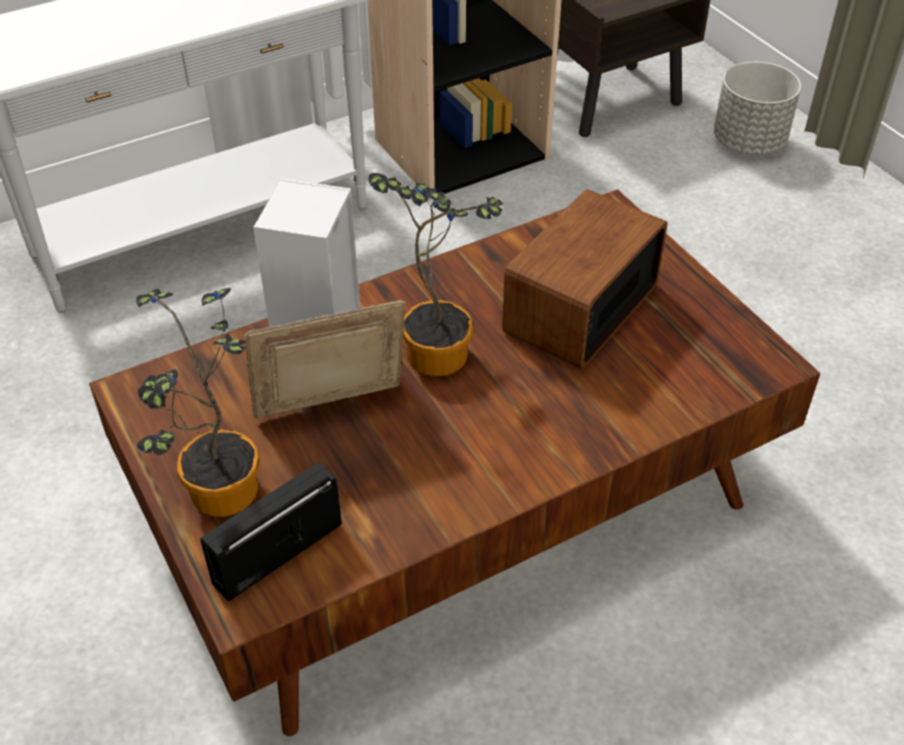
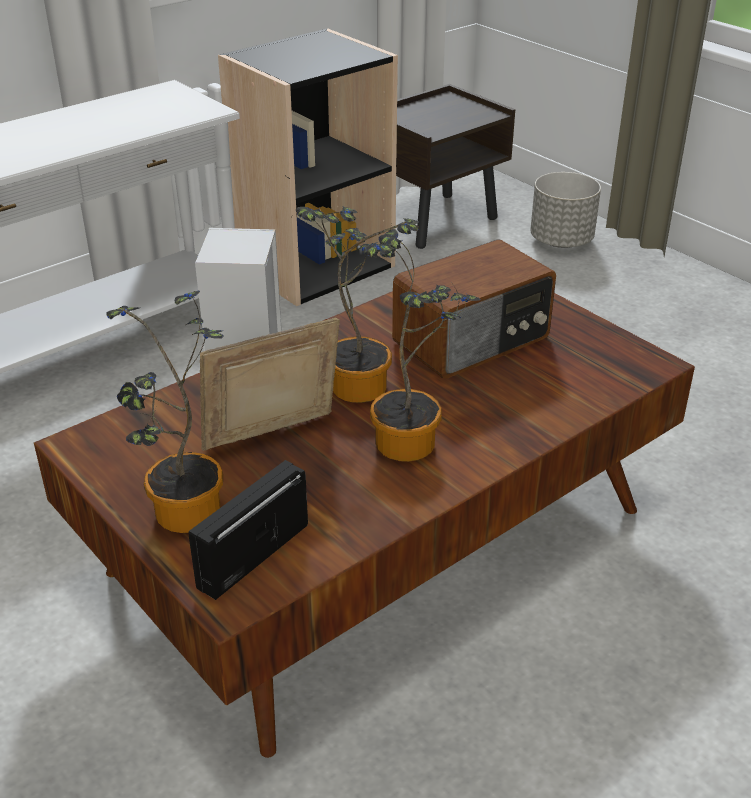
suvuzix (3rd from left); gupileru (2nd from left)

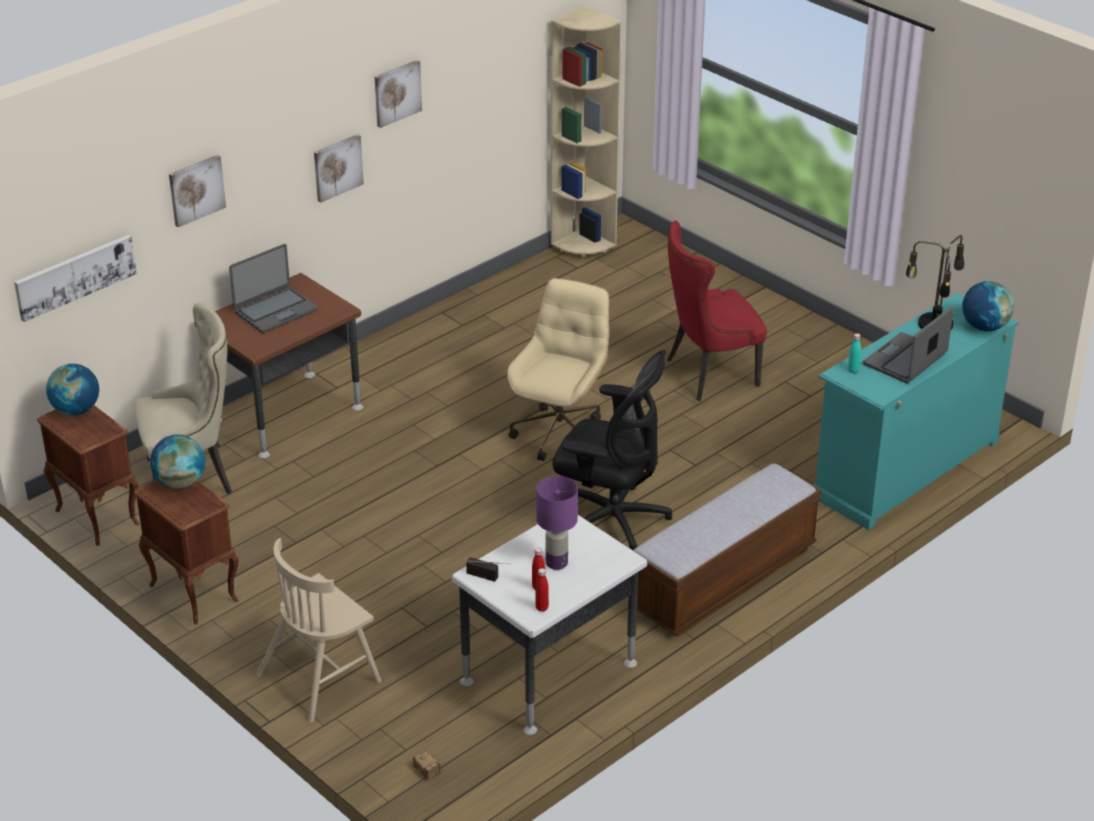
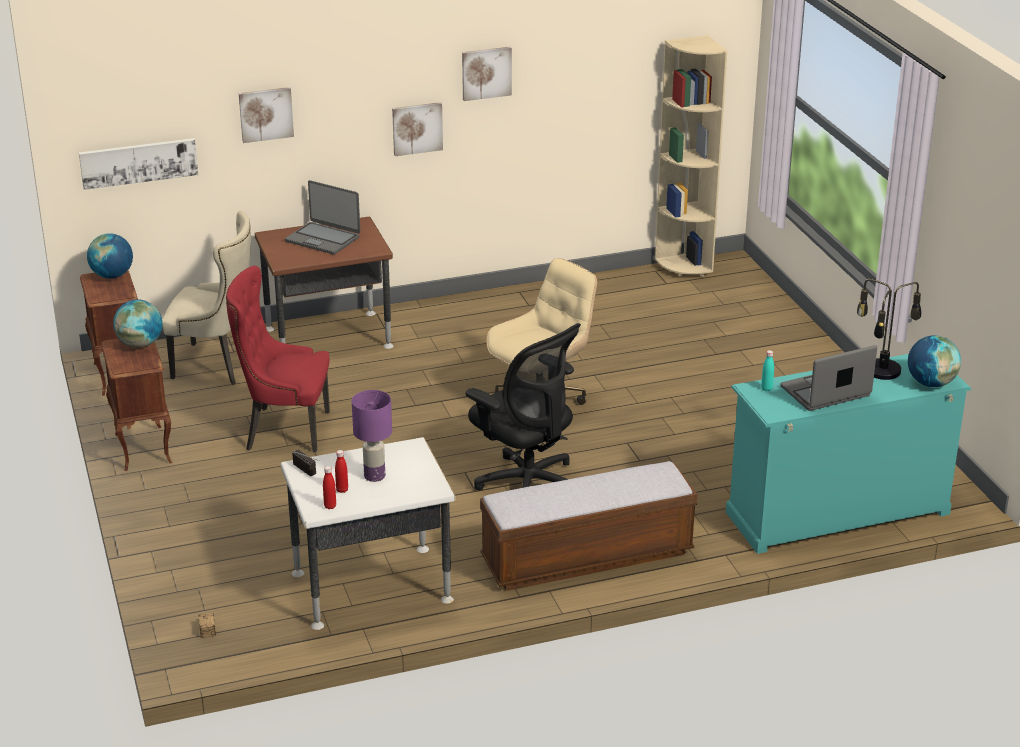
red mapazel; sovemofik (1st from left); beige mapazel (2nd from left in the first image)

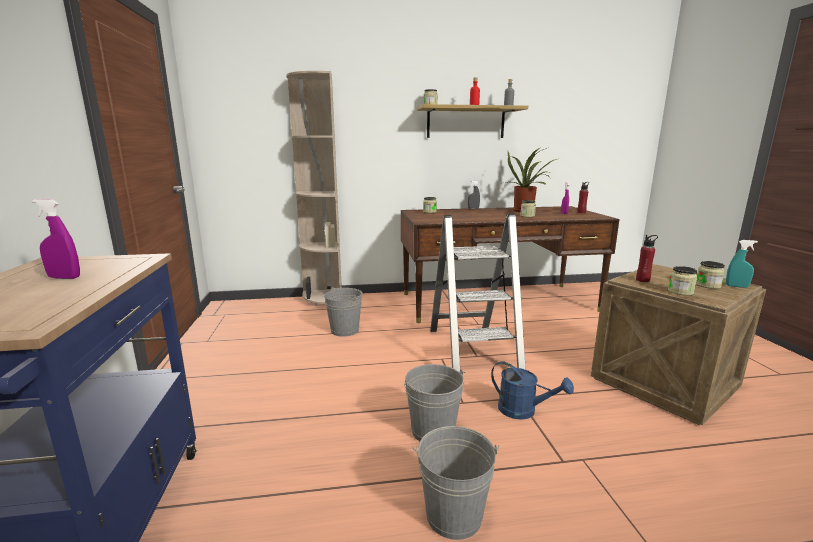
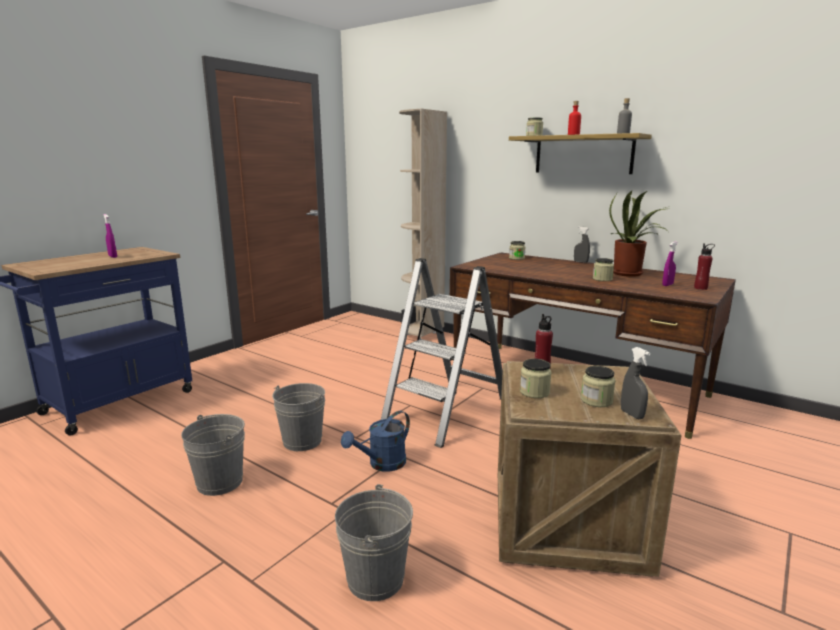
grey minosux (3rd from left); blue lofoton; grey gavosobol (2nd from left)

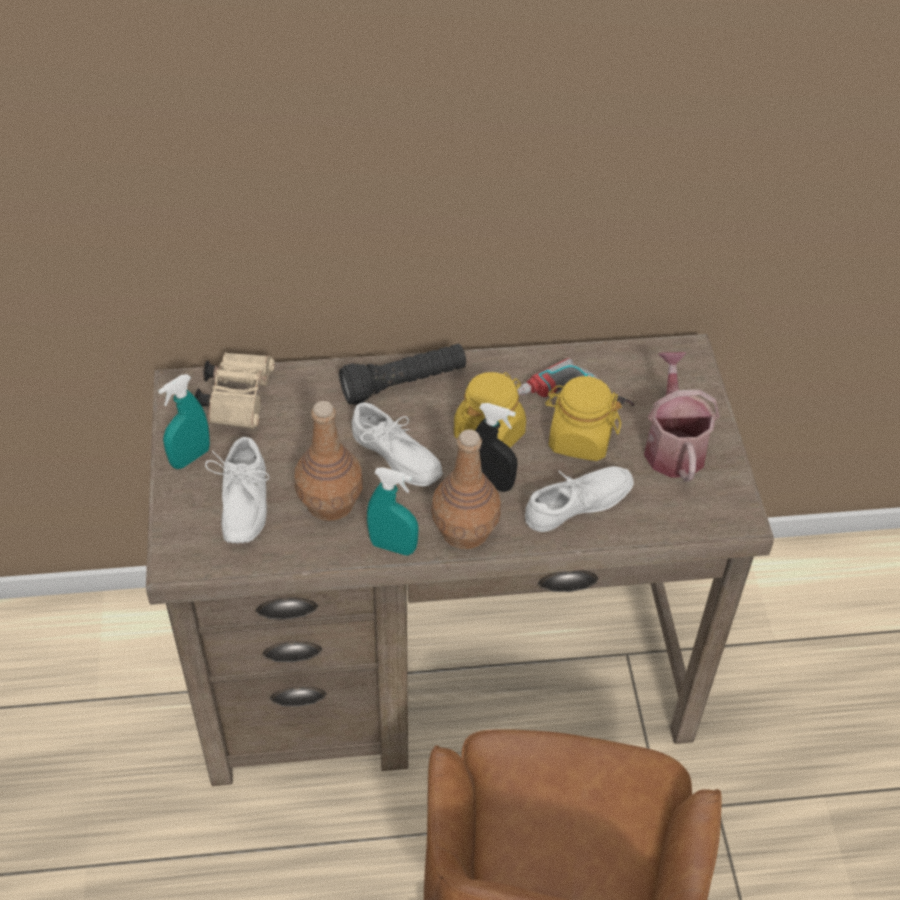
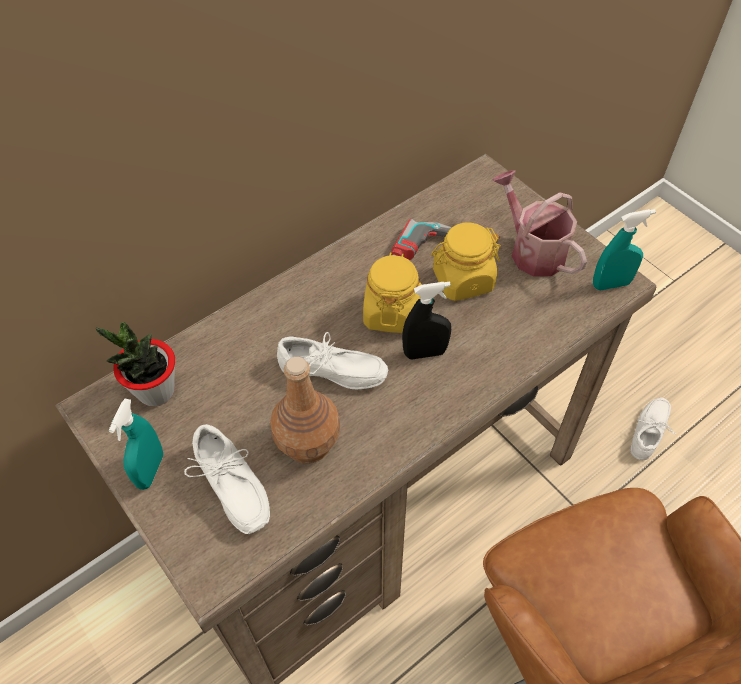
suvuzix; turquoise gavosobol (2nd from left); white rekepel (3rd from left); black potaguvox; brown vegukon (2nd from left in the first image)

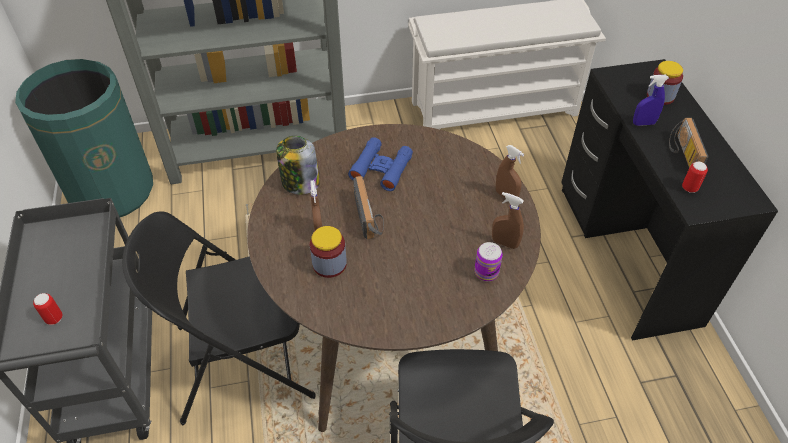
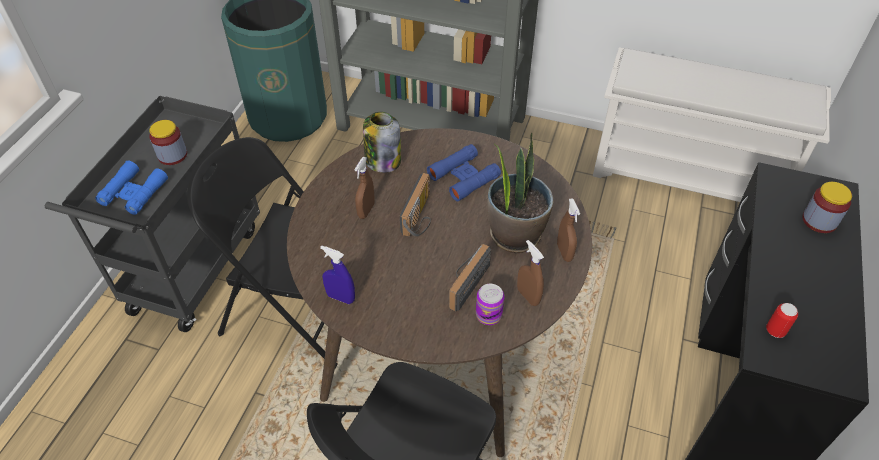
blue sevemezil (1st from left); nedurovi (1st from left); blue gavosobol; gupileru (2nd from left); suvuzix

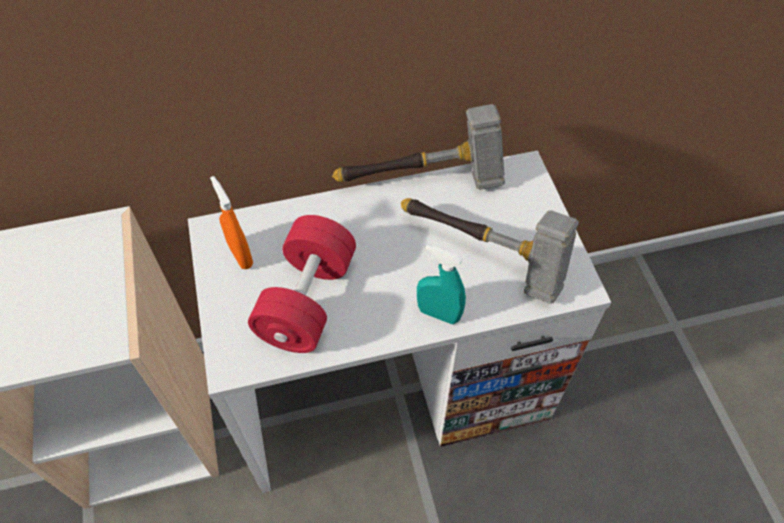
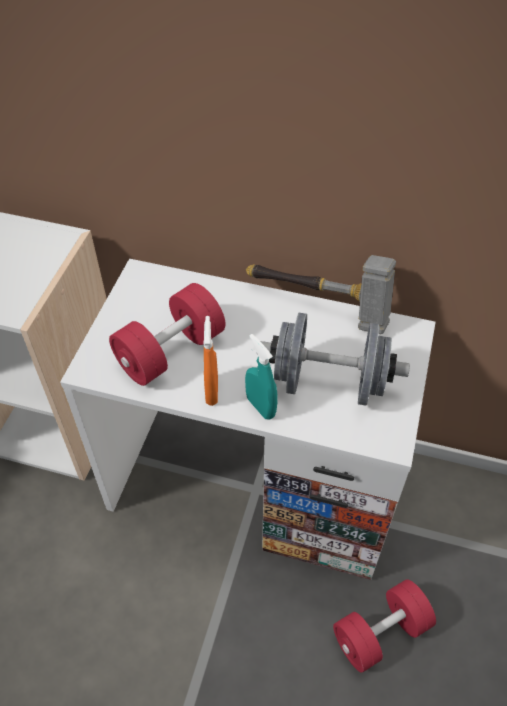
orange gavosobol; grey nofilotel; red nofilotel (2nd from left)

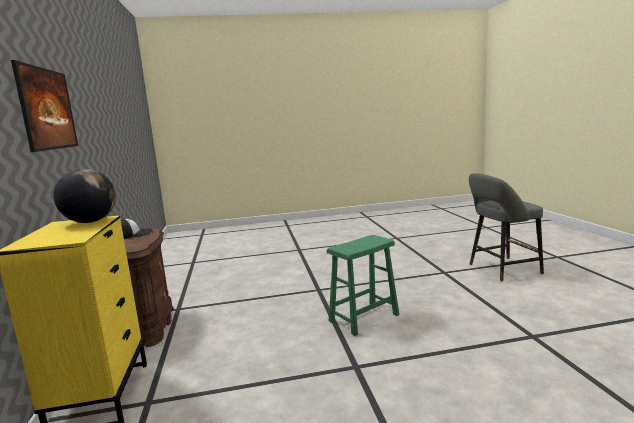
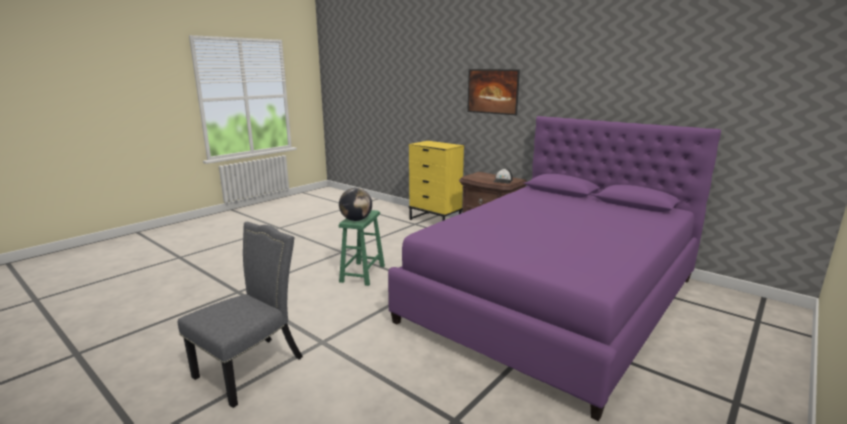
grey mapazel; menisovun; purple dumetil

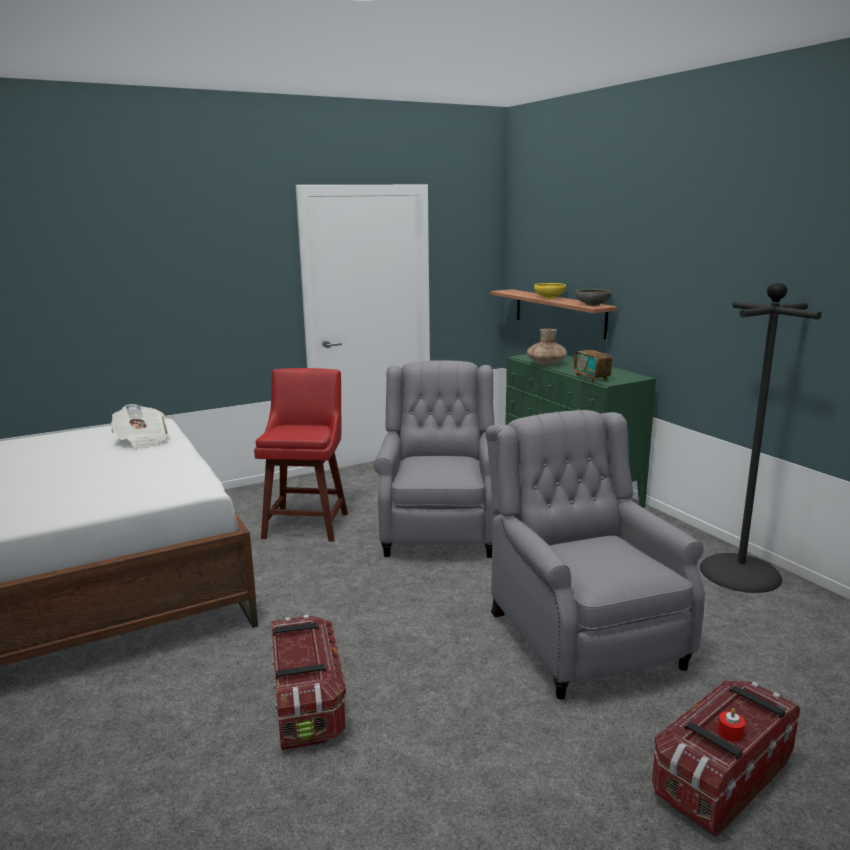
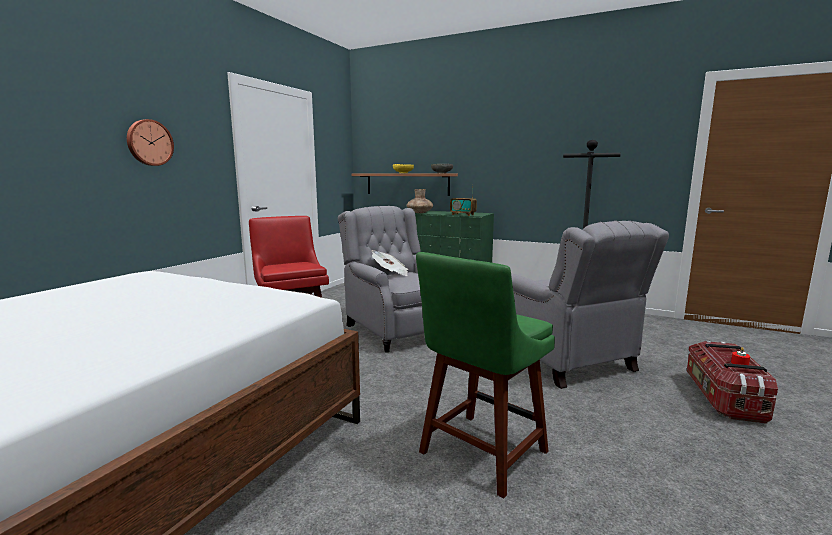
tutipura; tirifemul; green mapazel; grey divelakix (2nd from left)

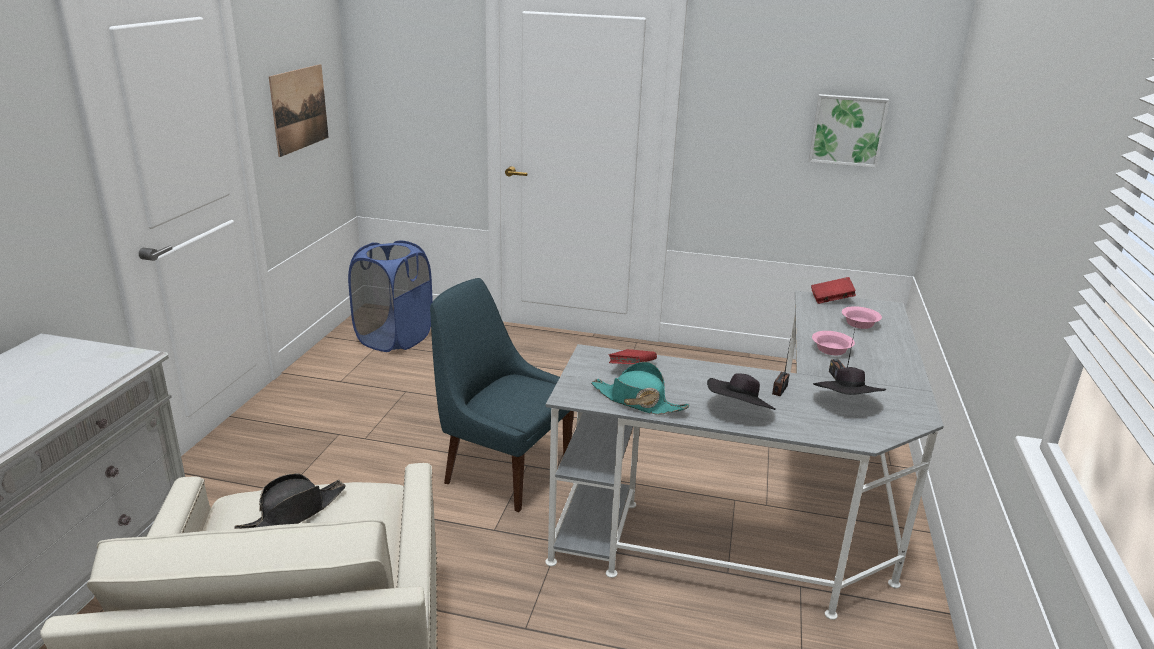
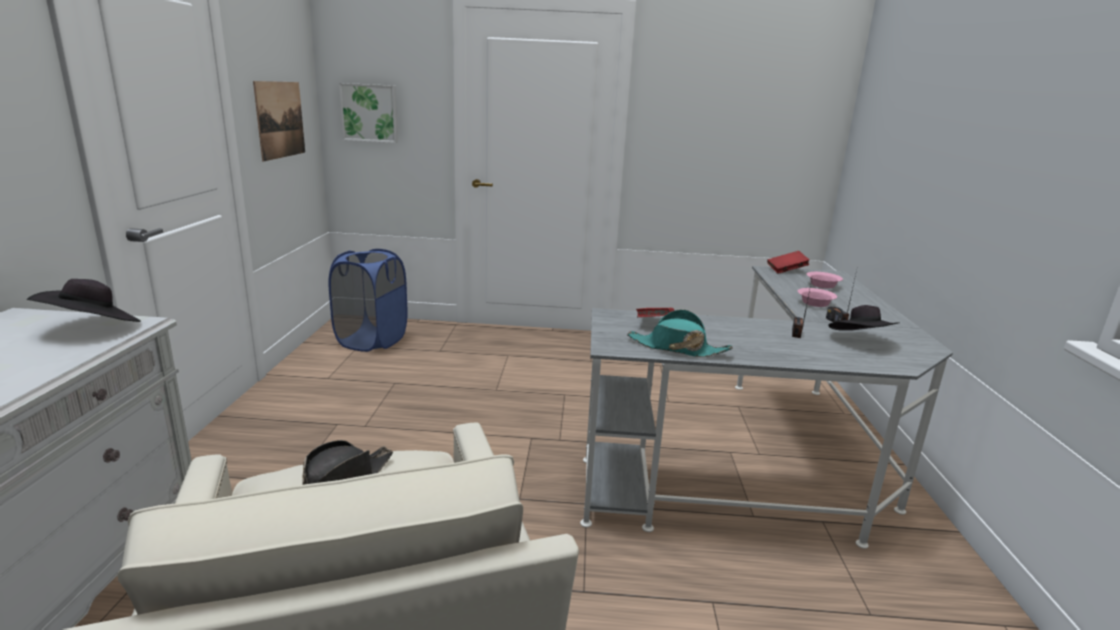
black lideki (1st from left); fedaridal (2nd from left); blue mapazel

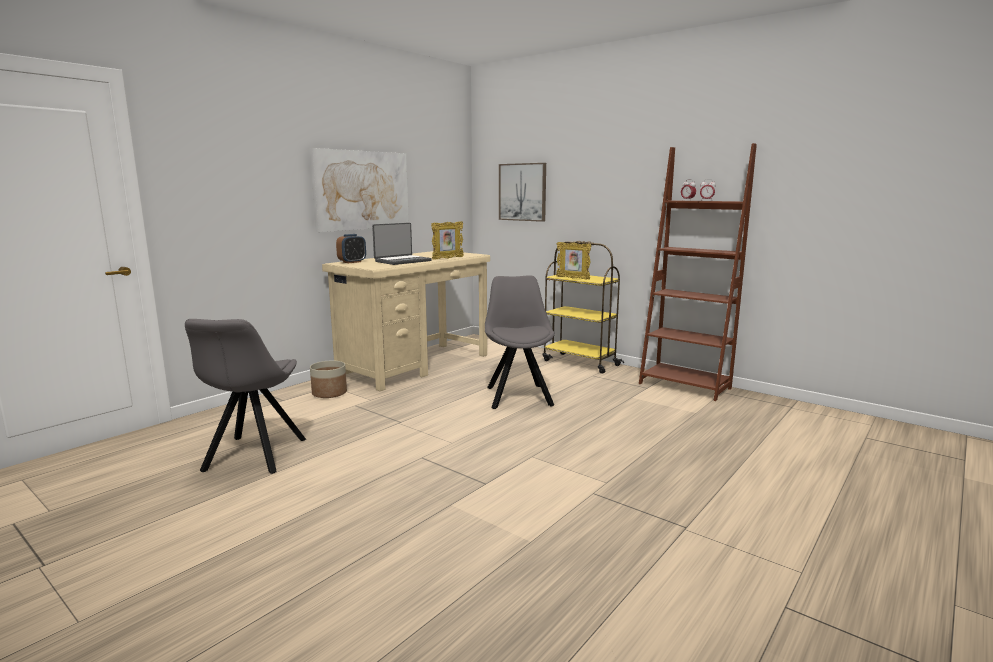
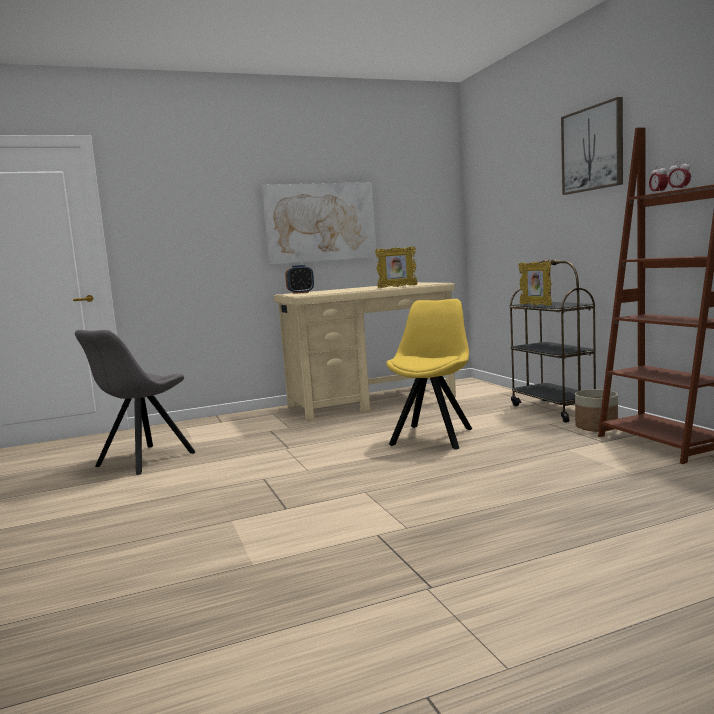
yellow mapazel; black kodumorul; fedaridal (2nd from left); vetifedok; sovemofik

